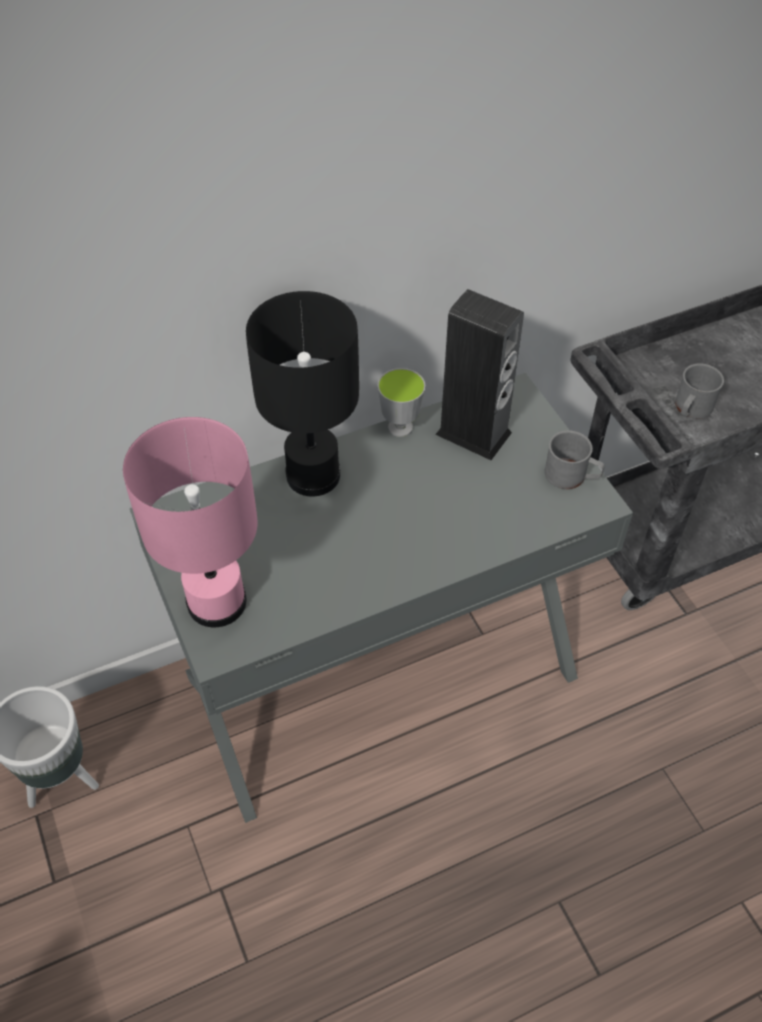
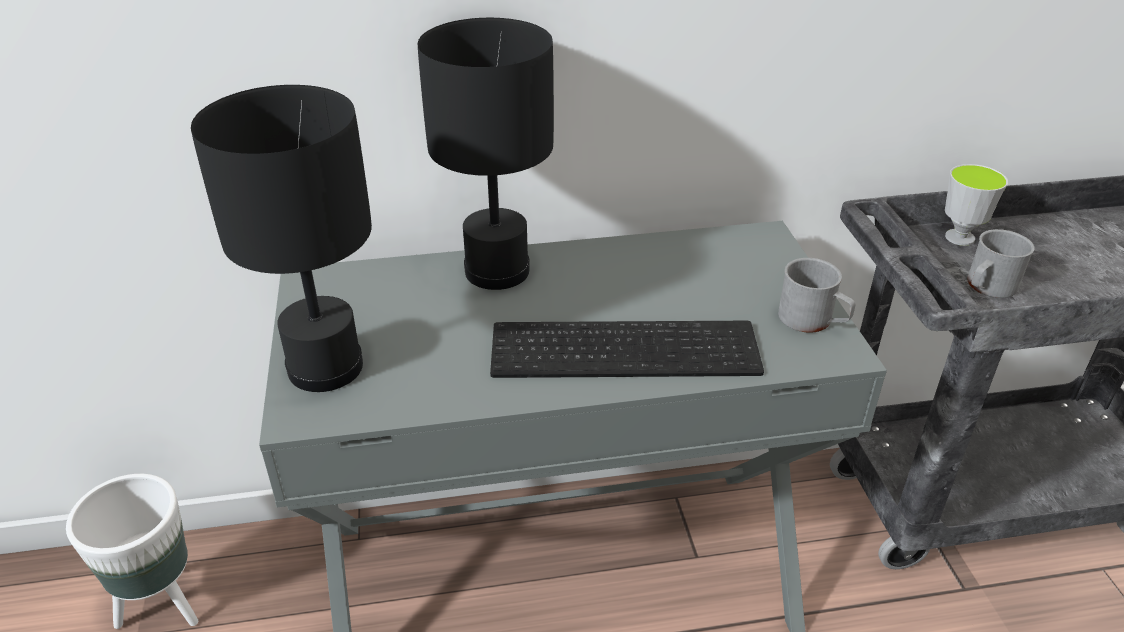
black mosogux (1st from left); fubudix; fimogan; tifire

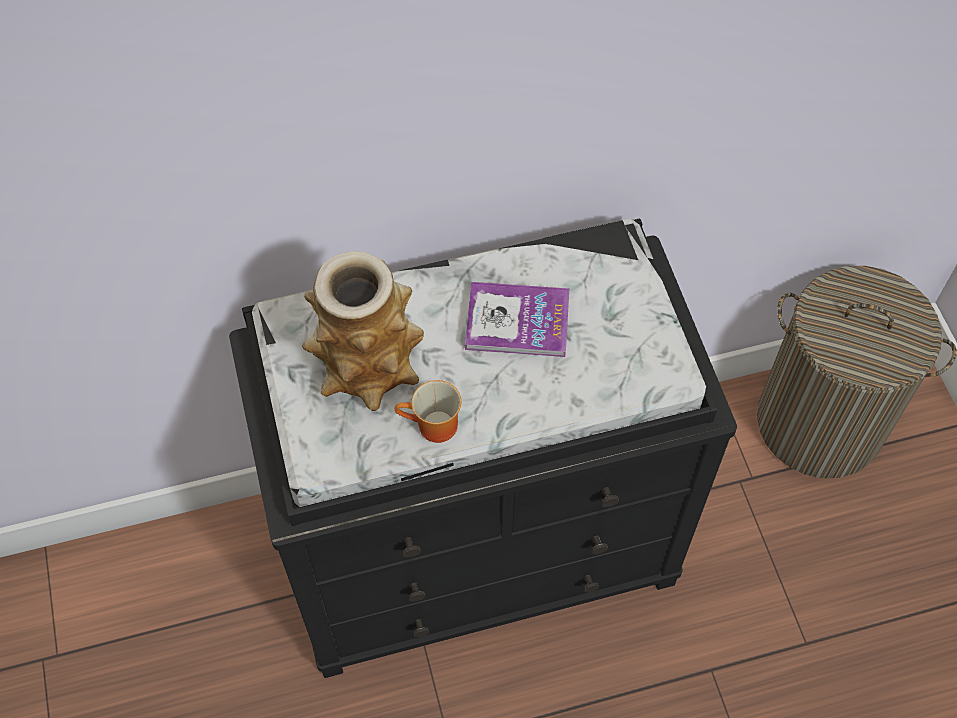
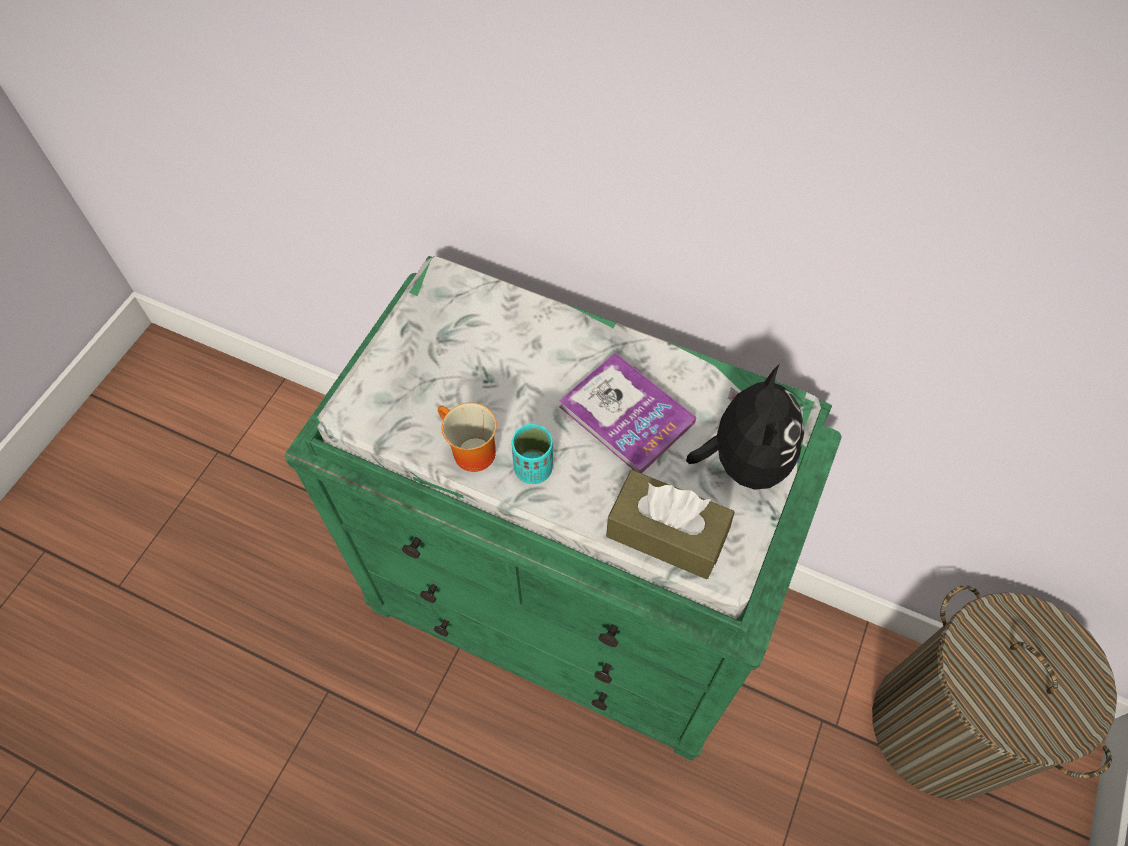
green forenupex; turquoise fimogan; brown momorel; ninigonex; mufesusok

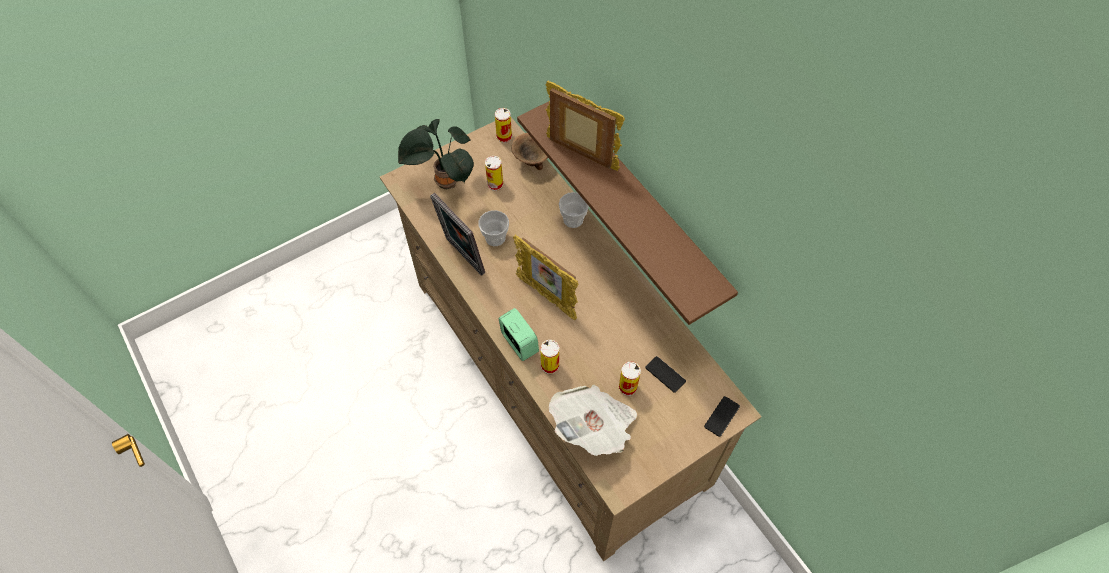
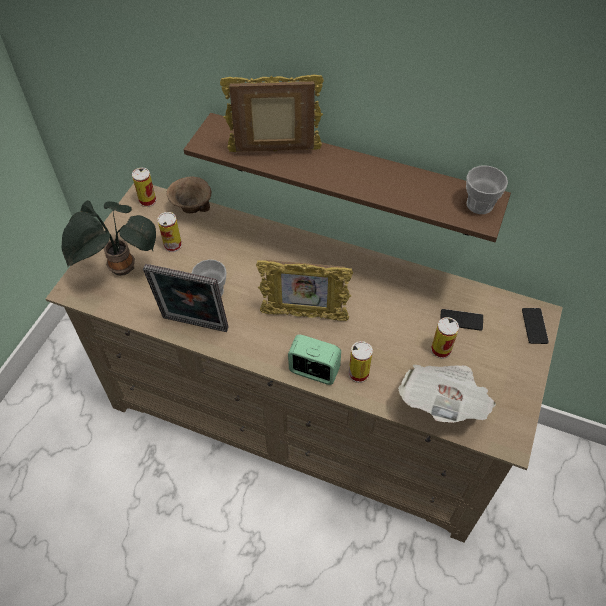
fimogan (2nd from left)

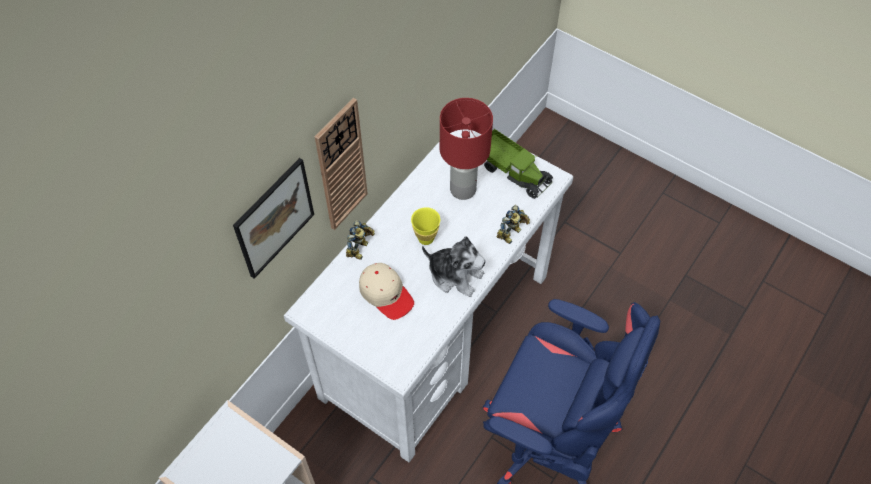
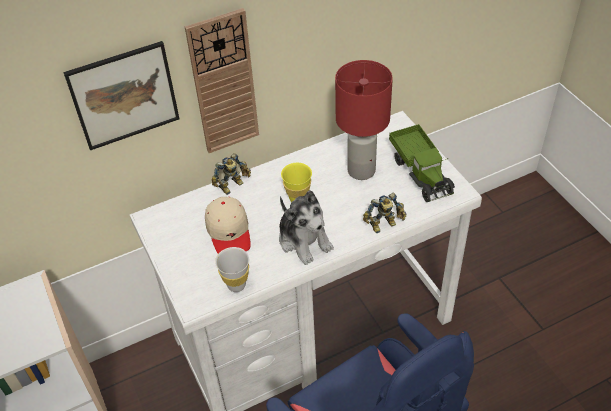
white fimogan

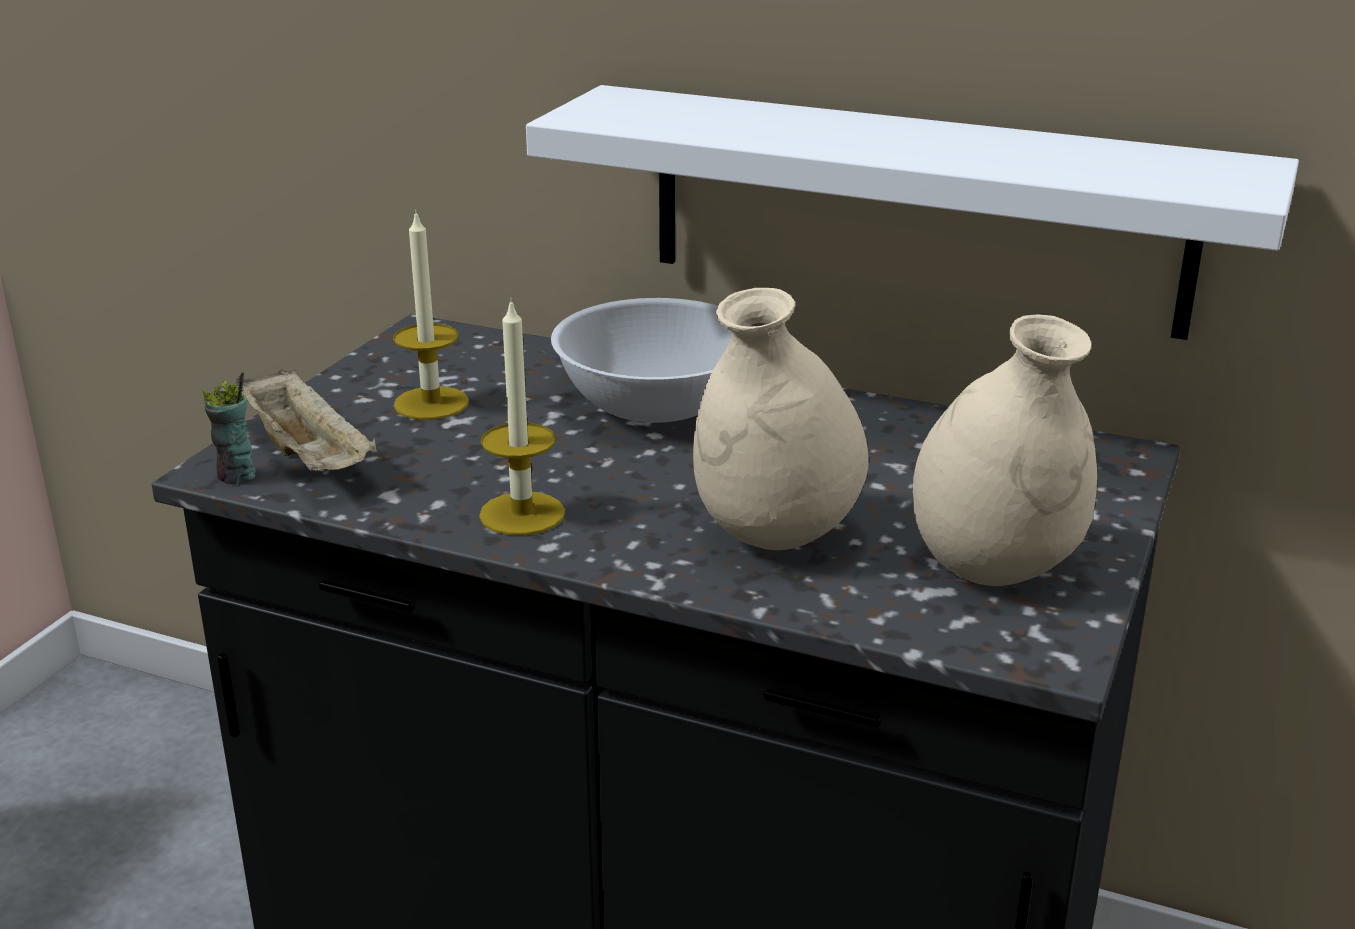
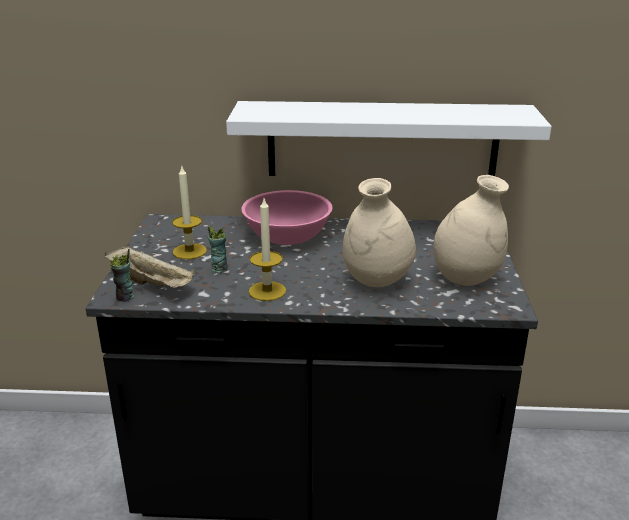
fimogan (2nd from left); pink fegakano

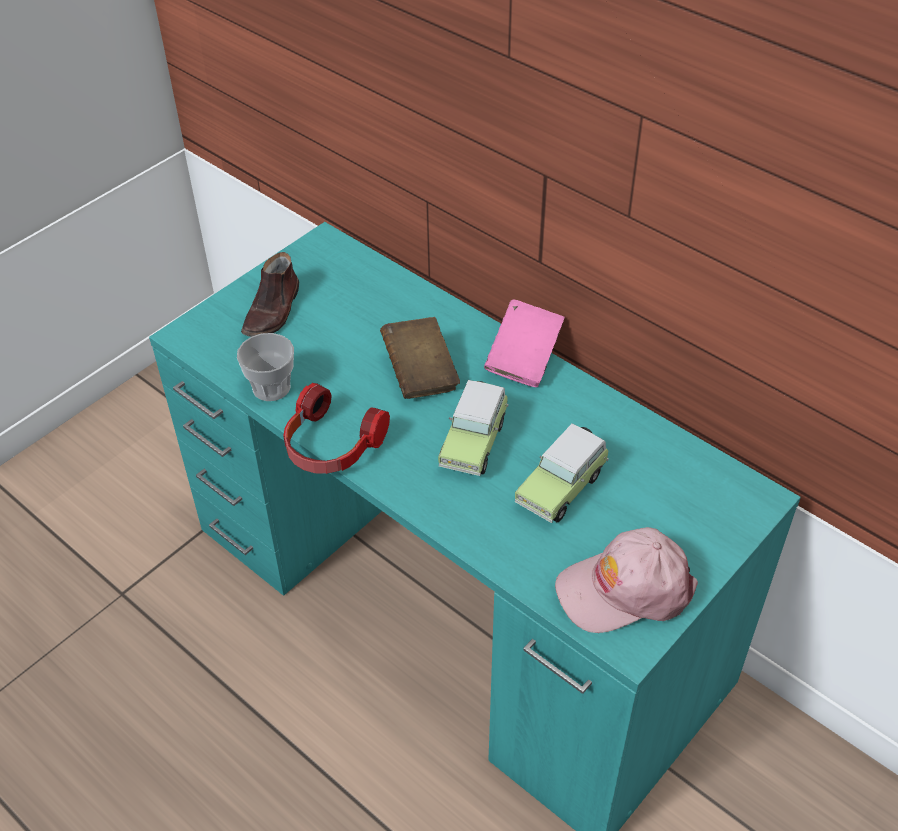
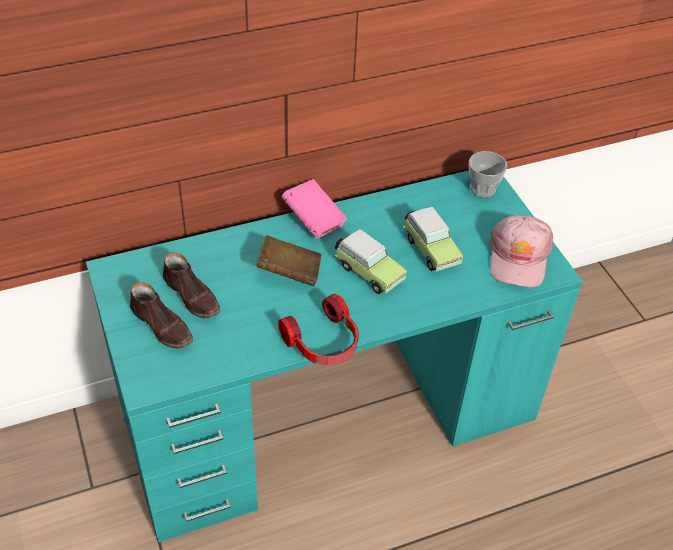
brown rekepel (2nd from left); fimogan

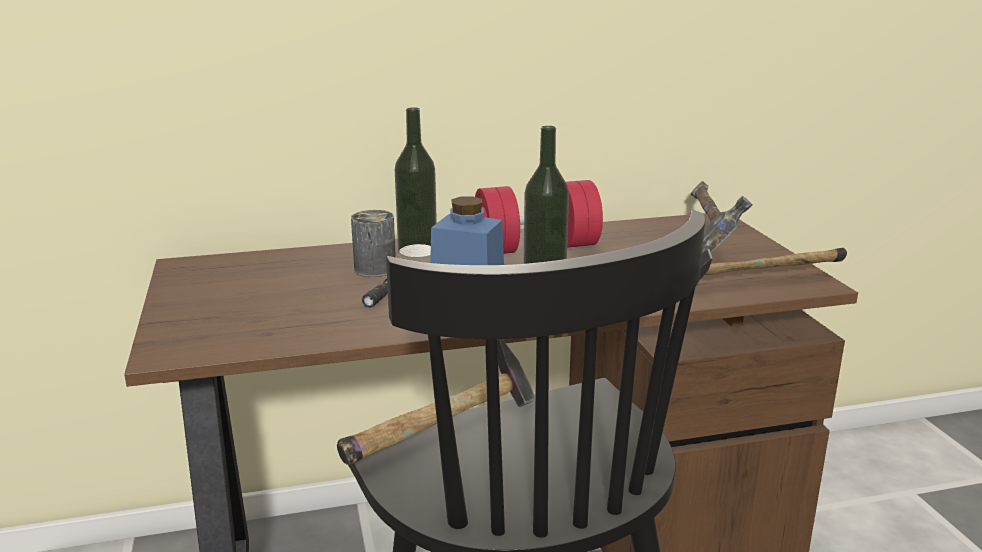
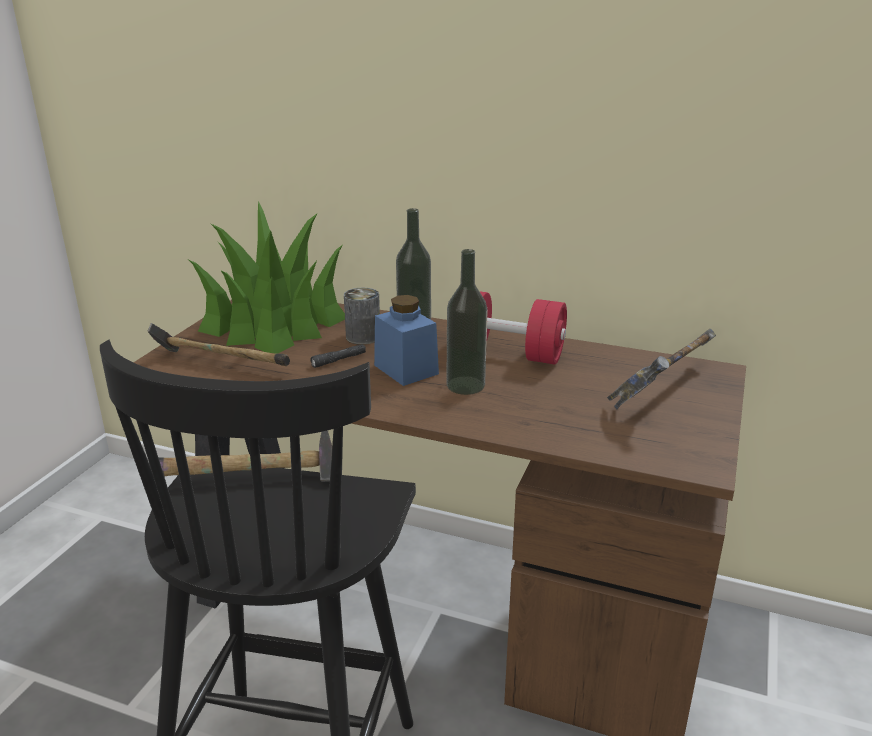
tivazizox (1st from left); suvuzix

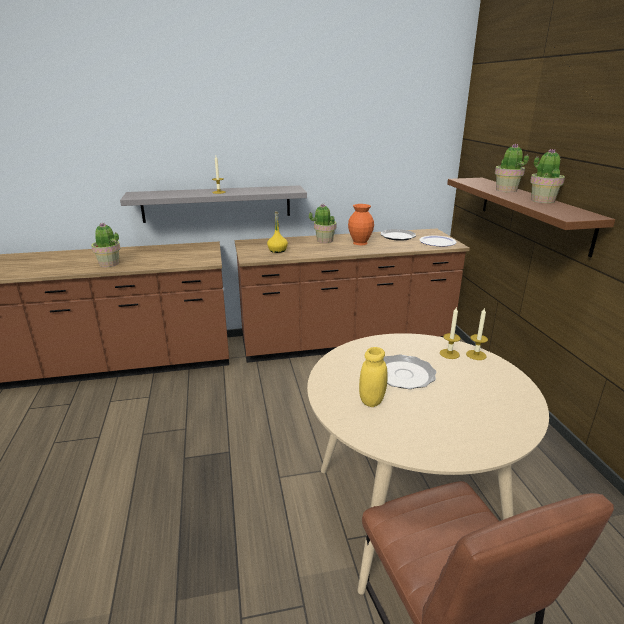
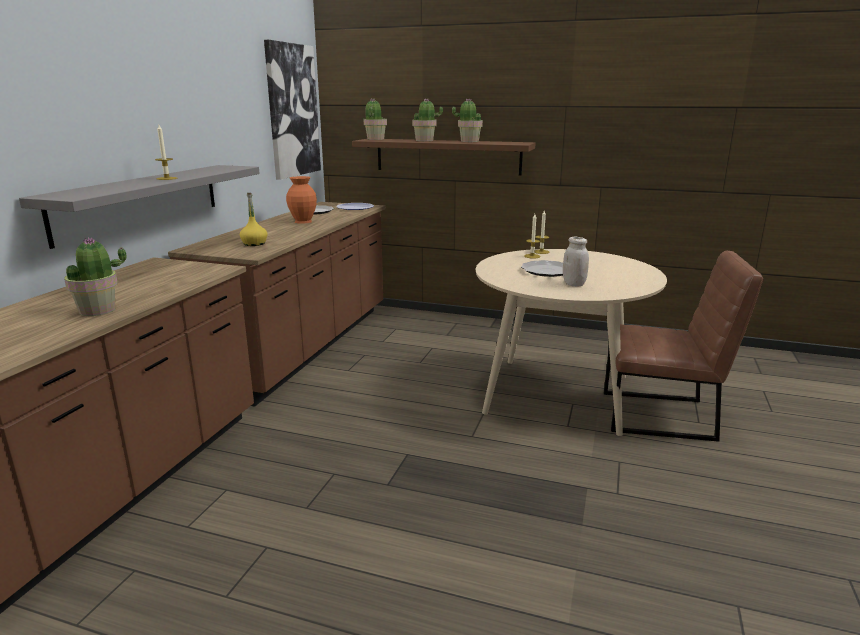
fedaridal; suvuzix (2nd from left); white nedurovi

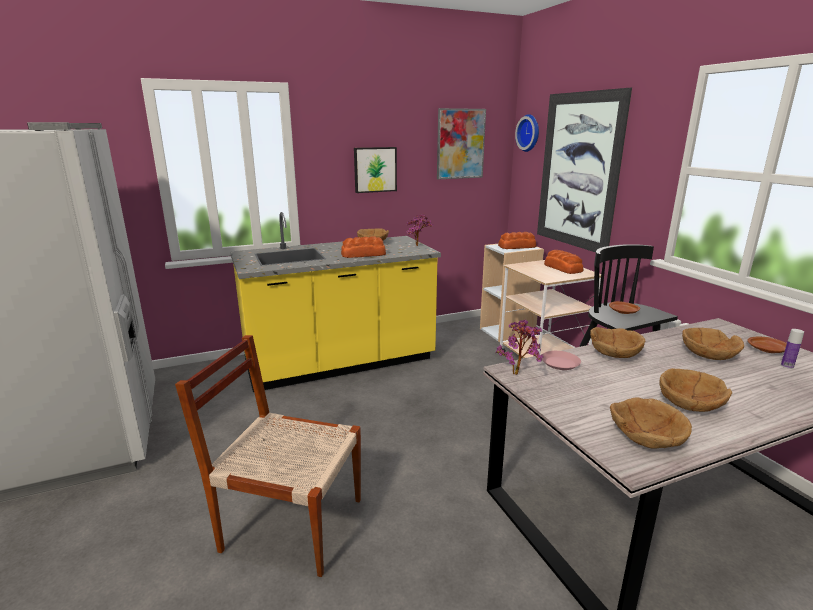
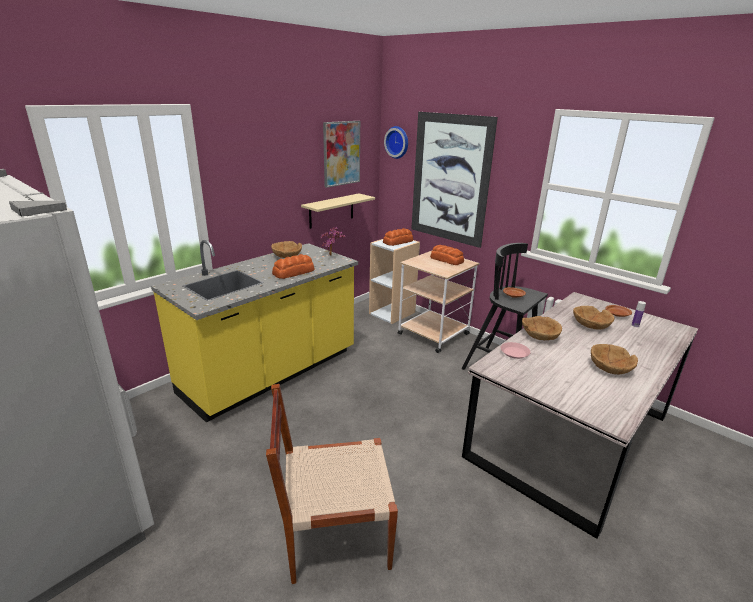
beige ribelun; fedaridal (1st from left in the first image); suvuzix (2nd from left in the first image); brown fegakano (3rd from left in the first image)

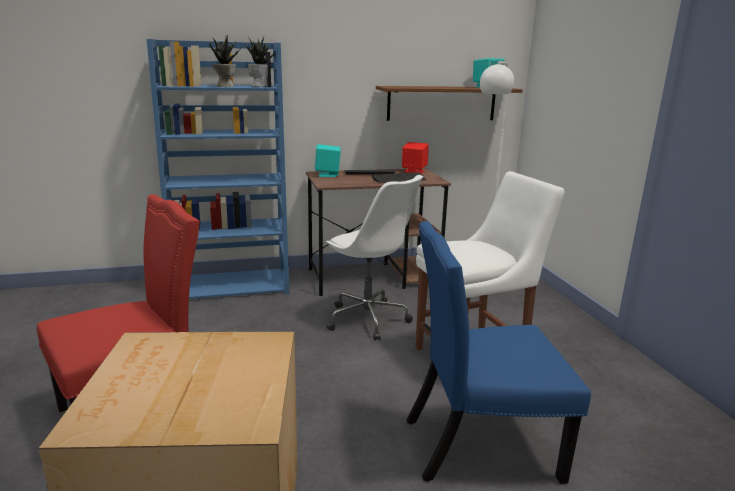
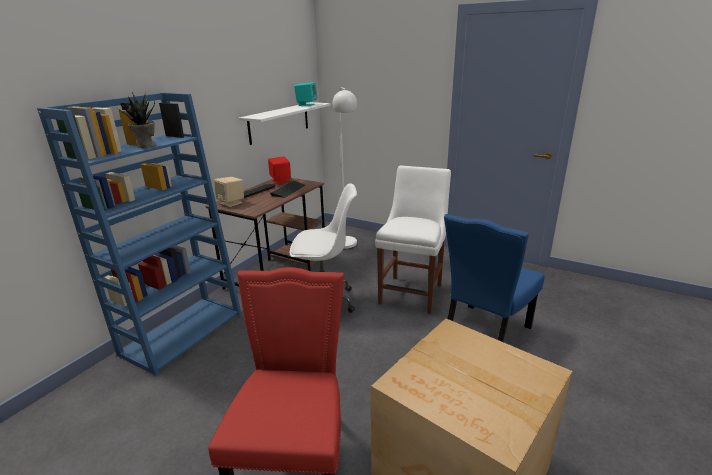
beige tifire; white ribelun; suvuzix (2nd from left in the first image)

